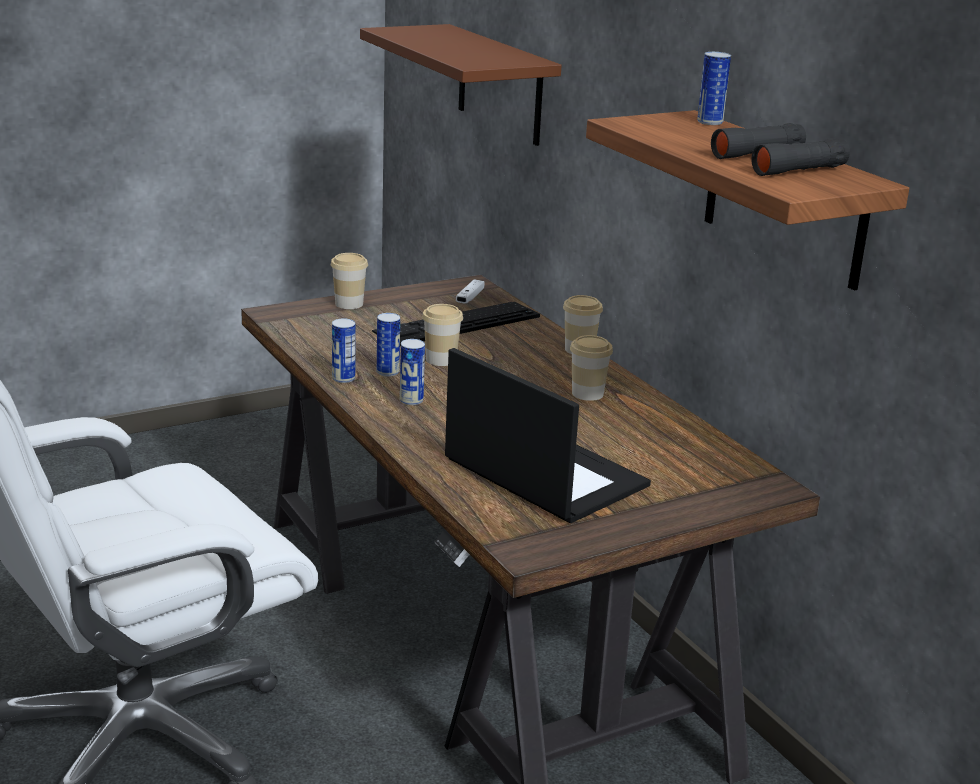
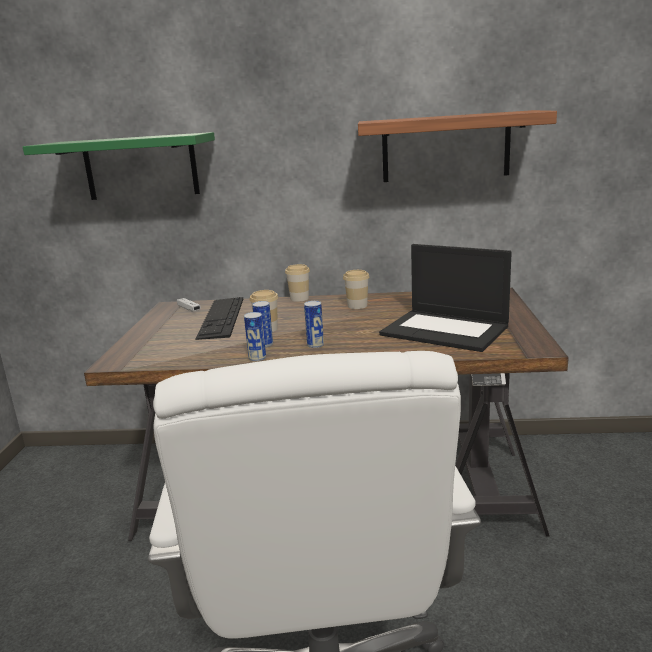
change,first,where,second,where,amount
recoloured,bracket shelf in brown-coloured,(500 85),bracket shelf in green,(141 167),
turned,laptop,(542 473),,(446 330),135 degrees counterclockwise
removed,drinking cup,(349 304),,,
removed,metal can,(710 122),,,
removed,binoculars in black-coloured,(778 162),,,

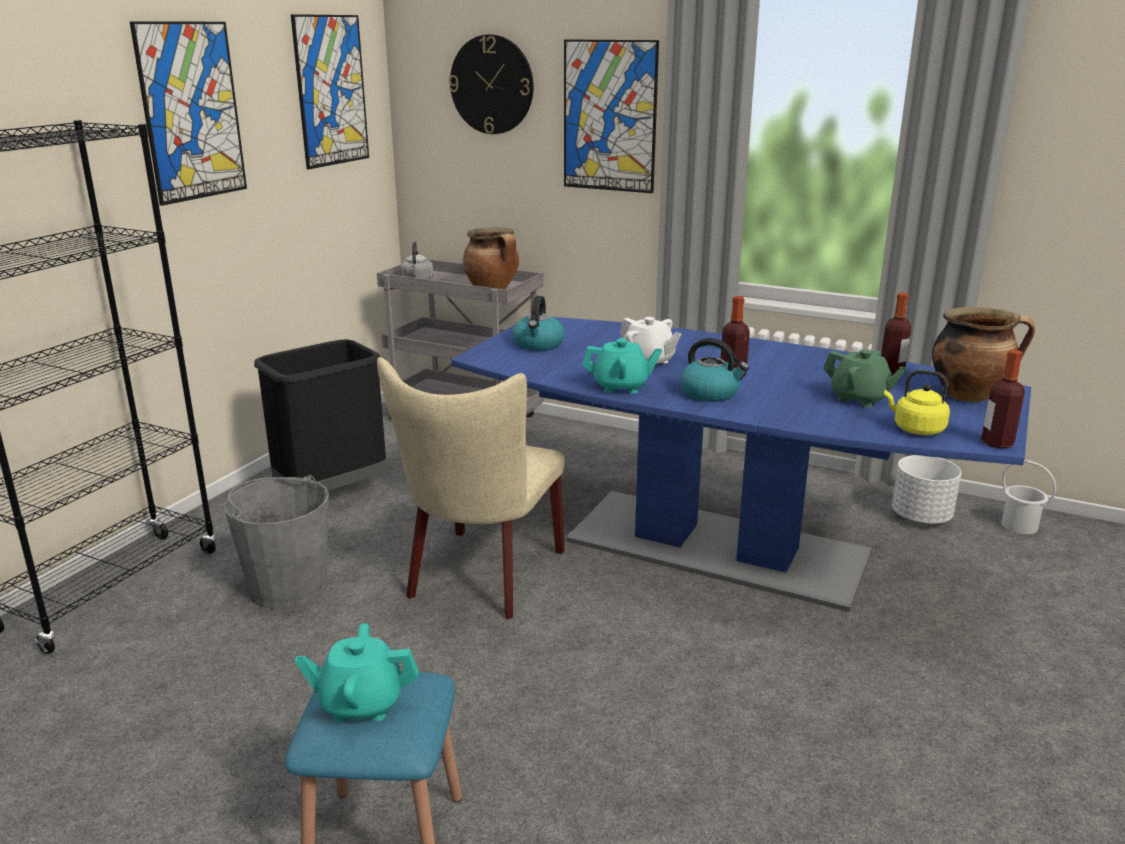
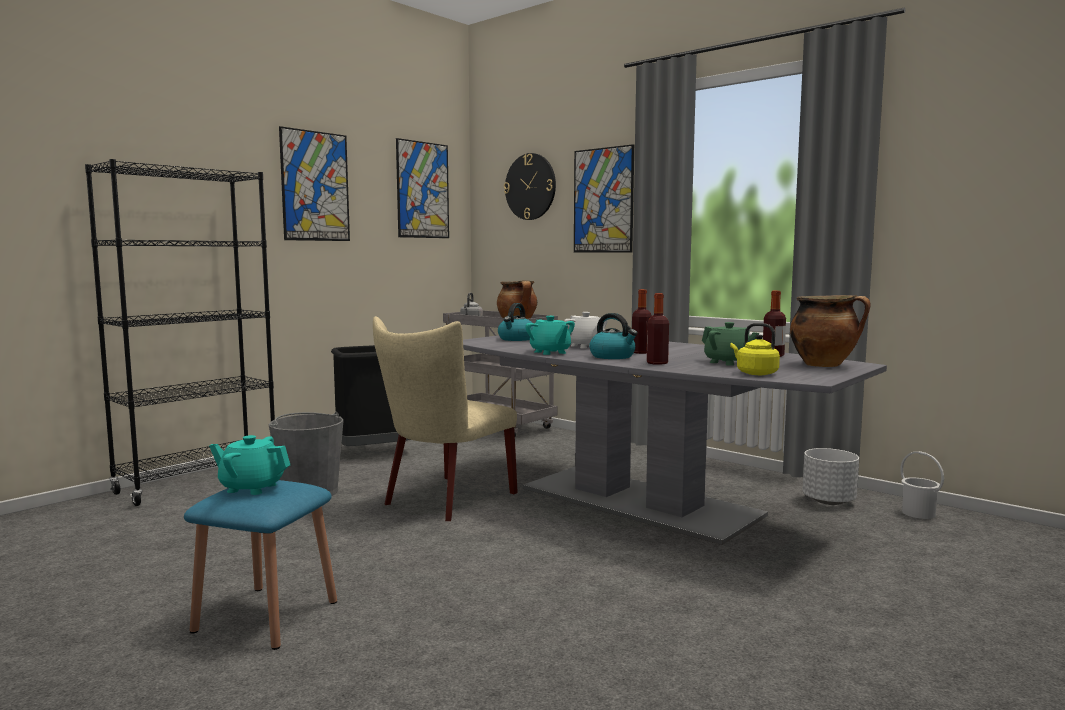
change,first,where,second,where,amount
recoloured,kitchen table in blue,(715 546),kitchen table in grey,(637 501),
turned,teapot in turquoise-coloured,(621 387),,(550 352),45 degrees clockwise
moved,beverage bottle,(997 443),,(657 363),

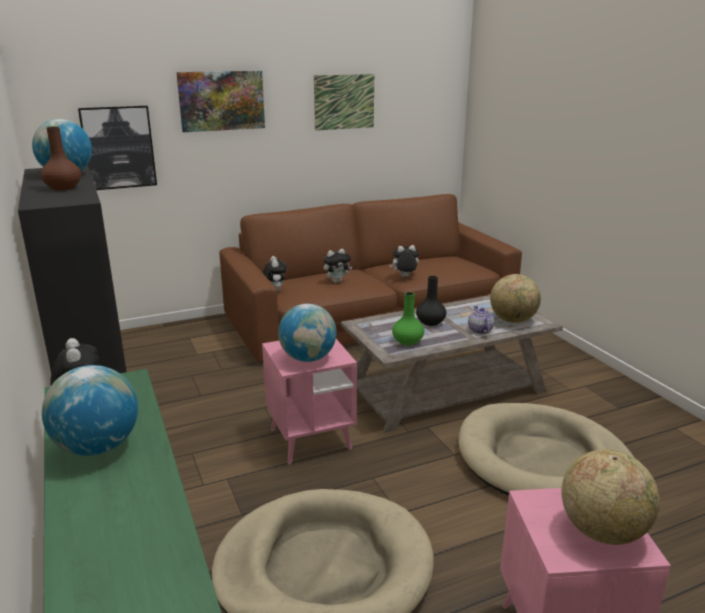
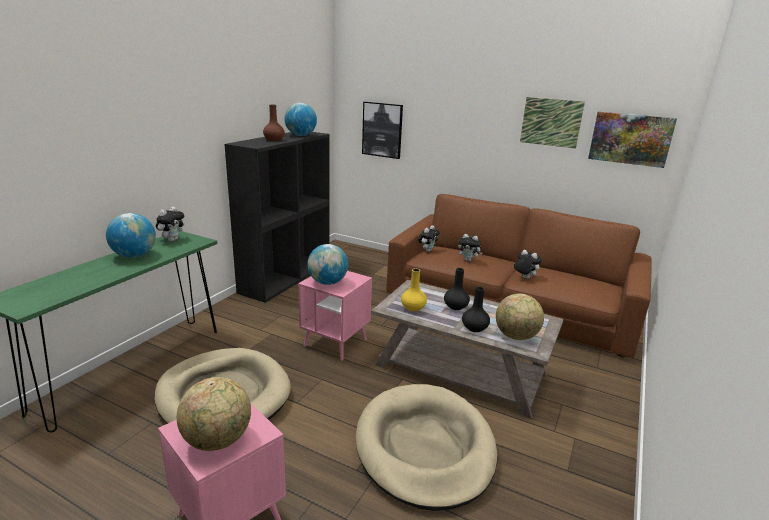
change,first,where,second,where,amount
recoloured,vase in green,(408 341),vase in yellow-coloured,(413 308),
replaced,teapot,(480 330),vase in black-coloured,(474 328),
moved,picture,(221 100),,(630 139),

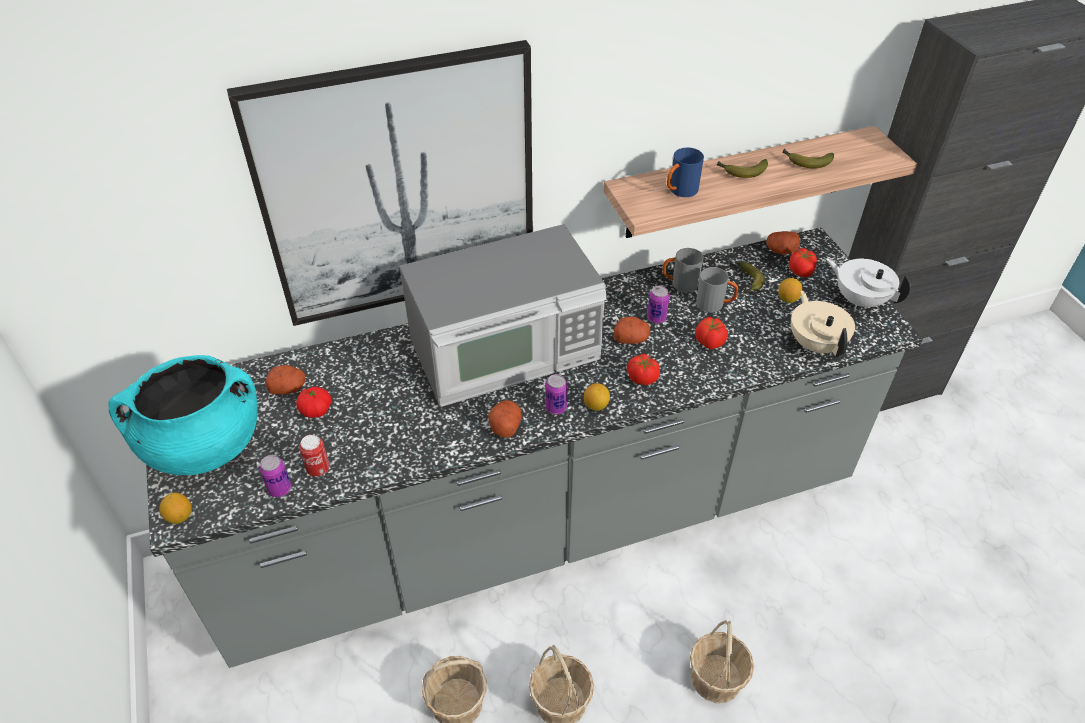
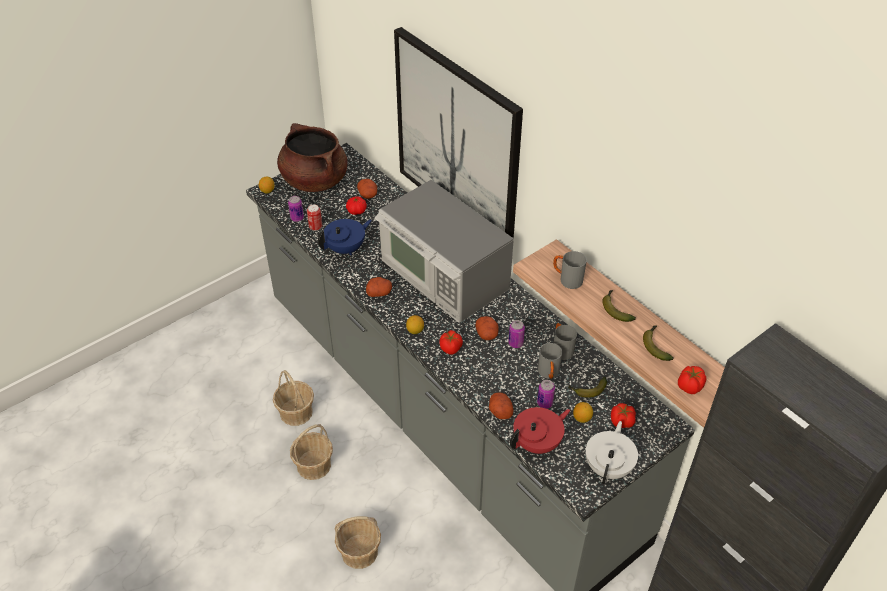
change,first,where,second,where,amount
recoloured,cooking pot in turquoise-coloured,(204 446),cooking pot in brown-coloured,(314 180),
added,,,teapot in blue,(346 248),
moved,whole potato,(780 250),,(500 411),
recoloured,teapot in sand-coloured,(815 344),teapot in red,(538 443),
moved,metal can,(556 408),,(544 403),
recoloured,coffee mug in blue,(679 192),coffee mug in grey,(567 279),
moved,whole tomato,(709 342),,(689 387),

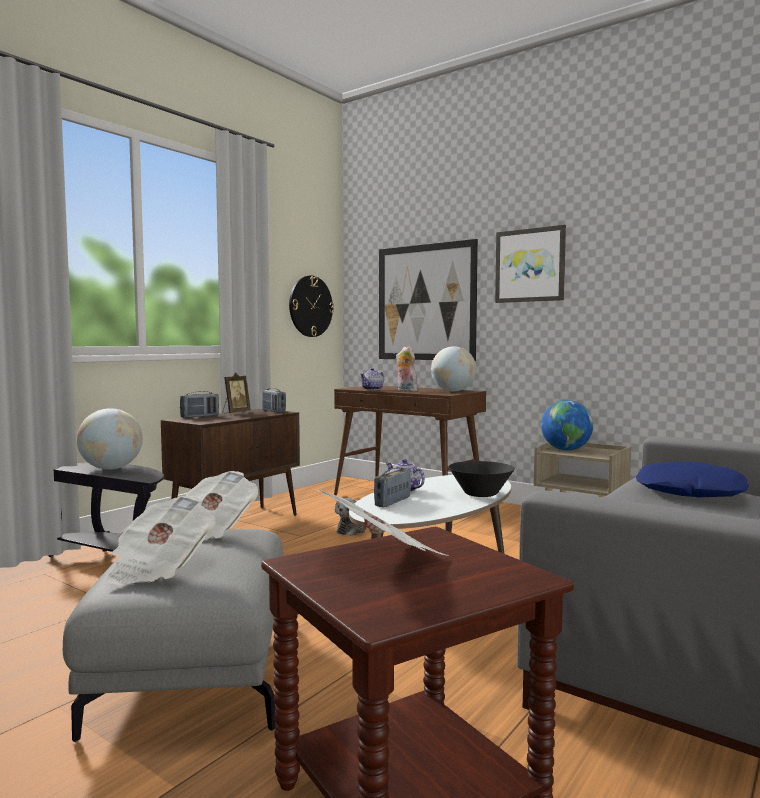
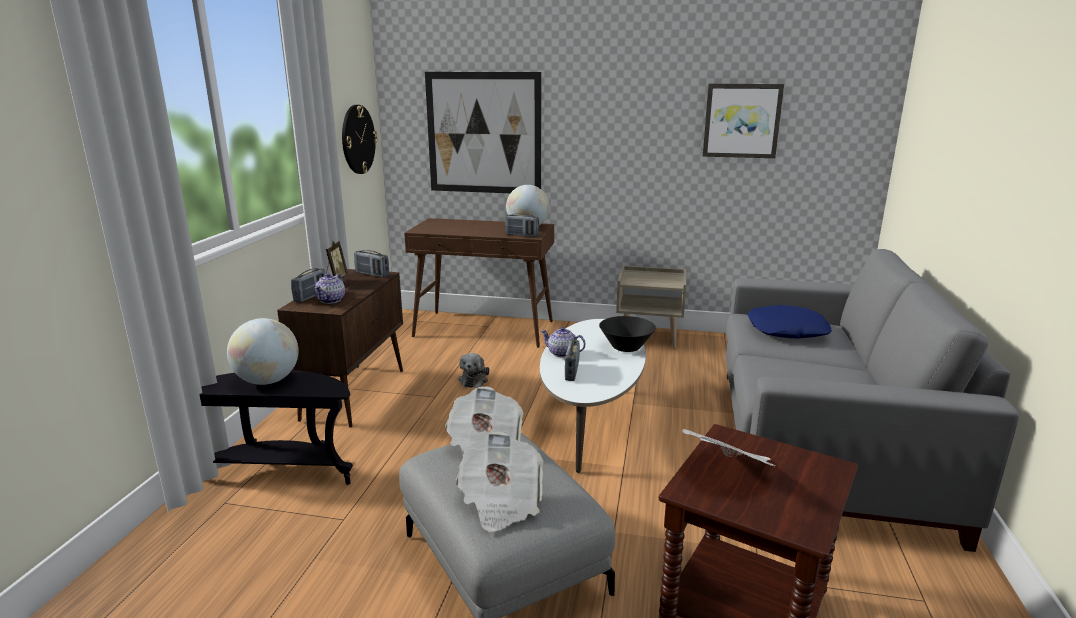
change,first,where,second,where,amount
moved,teapot,(372 389),,(331 300),
added,,,radio receiver,(522 235),
moved,picture,(530 265),,(741 121),
removed,plush toy,(405 391),,,
removed,desk globe,(566 450),,,

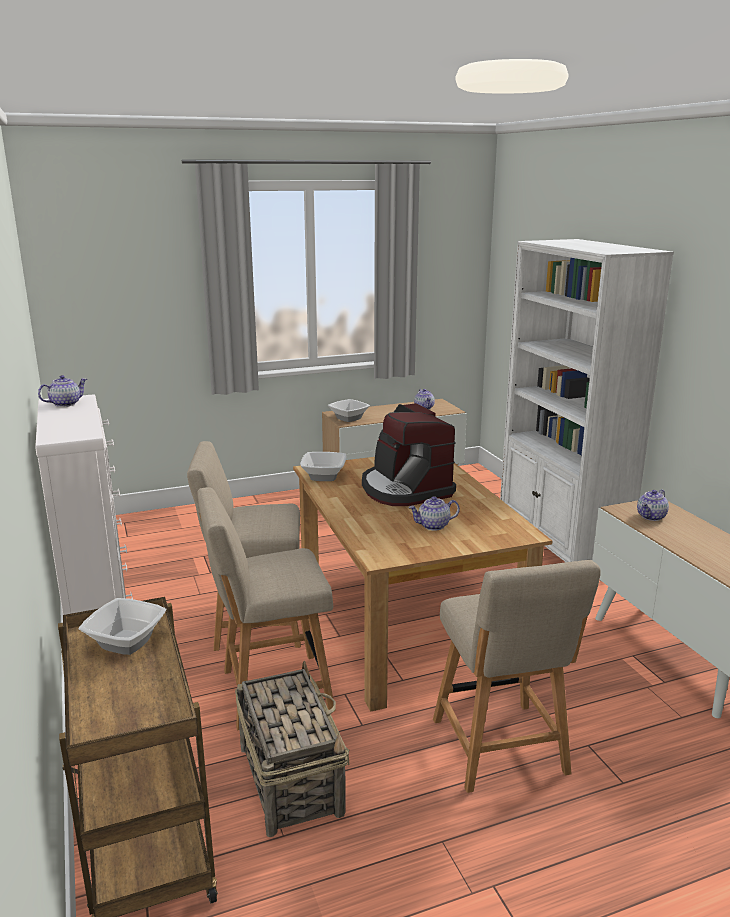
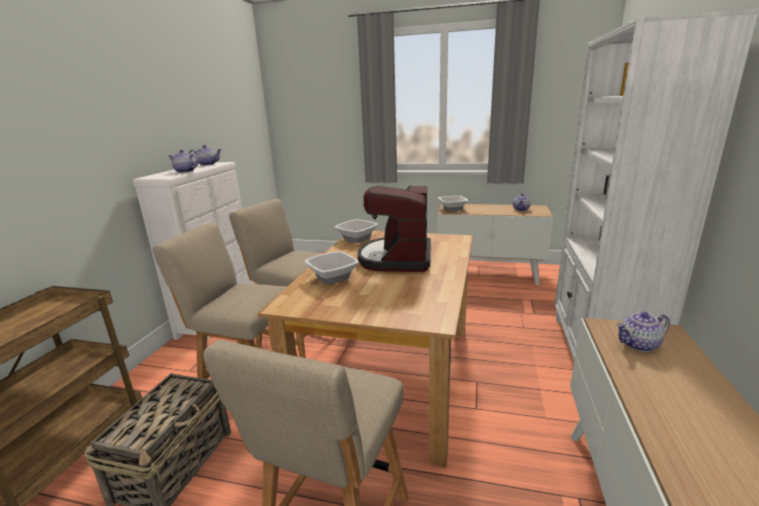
change,first,where,second,where,amount
moved,teapot,(433 526),,(185 171),
moved,serving bowl,(125 642),,(332 278),

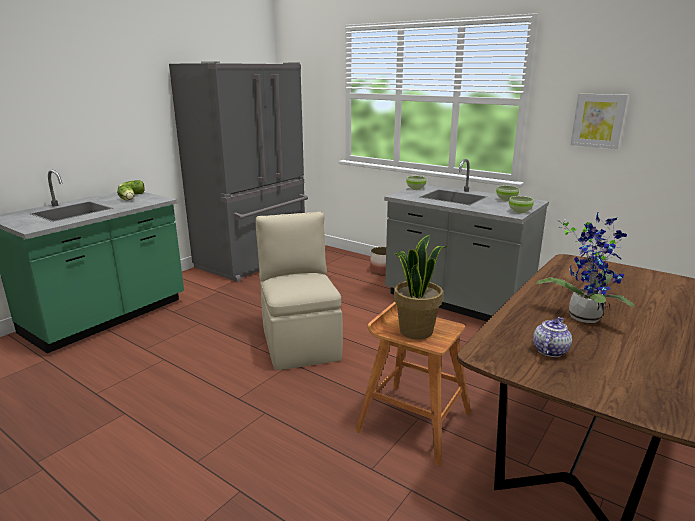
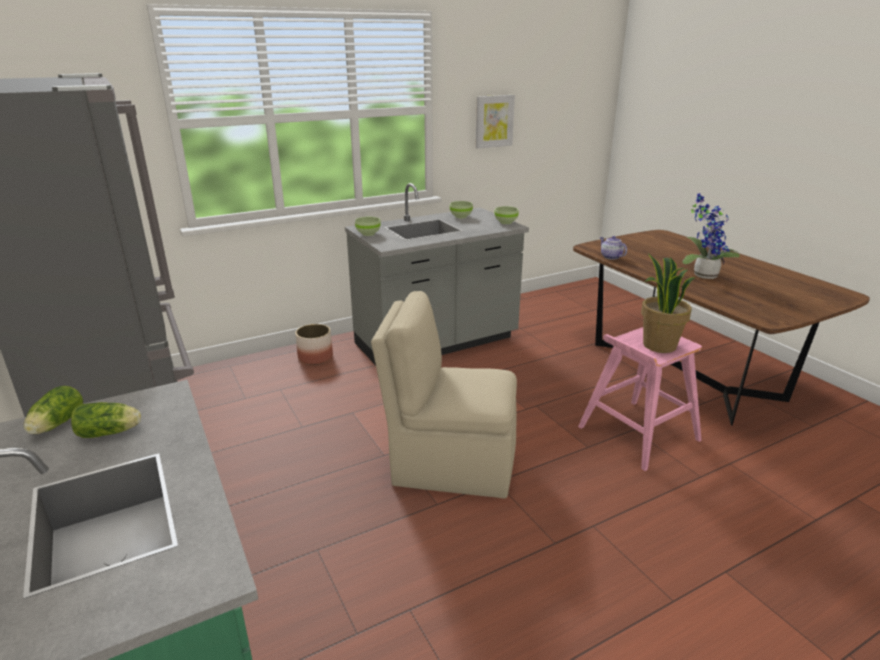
change,first,where,second,where,amount
recoloured,stool in brown-coloured,(413 421),stool in pink-coloured,(637 433),
moved,teapot,(550 350),,(610 257),

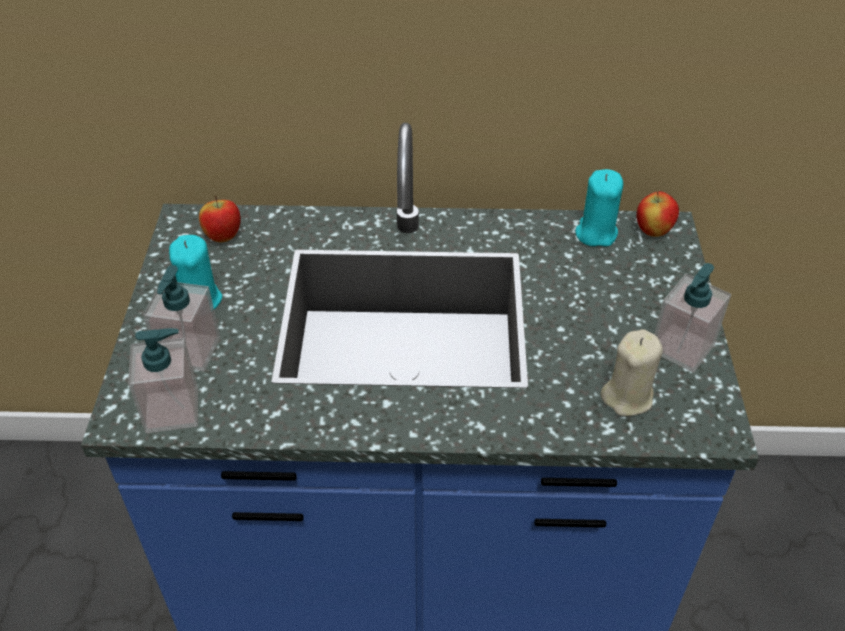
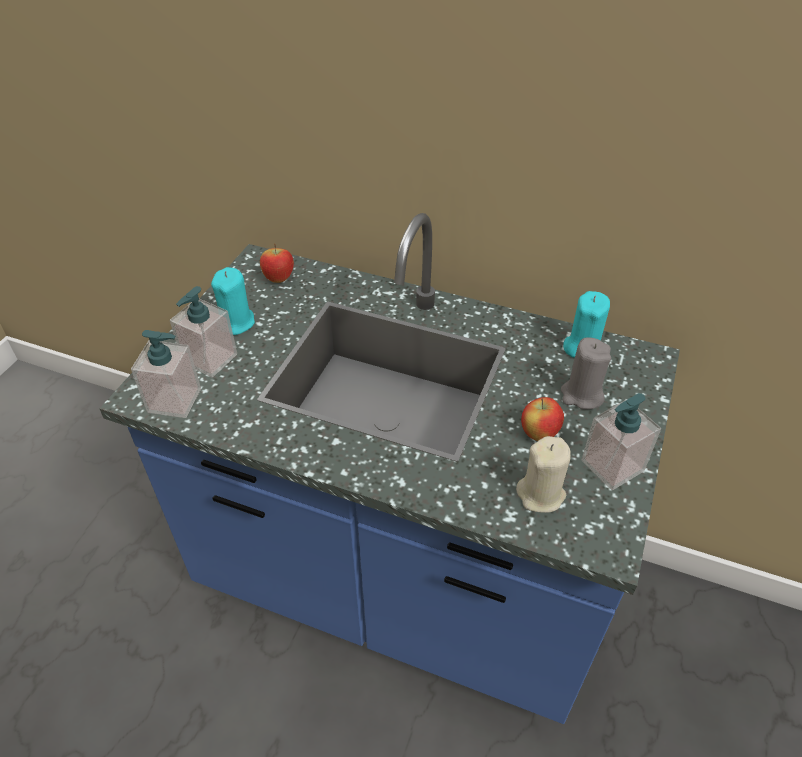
change,first,where,second,where,amount
moved,whole apple,(653 231),,(539 434),
added,,,wax light in grey,(581 395),

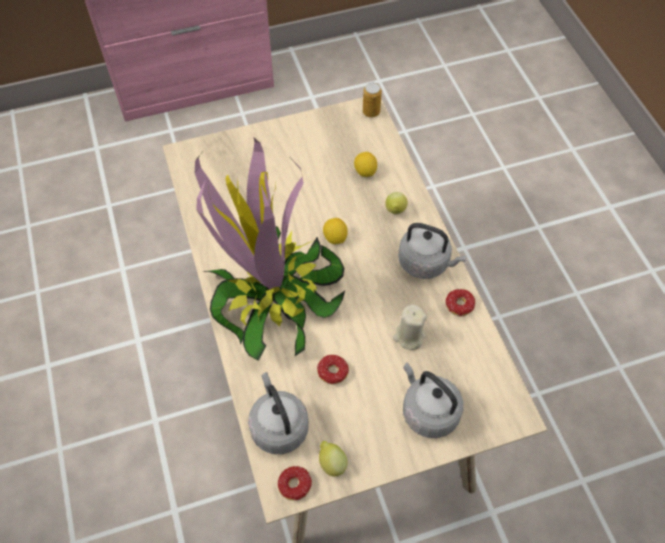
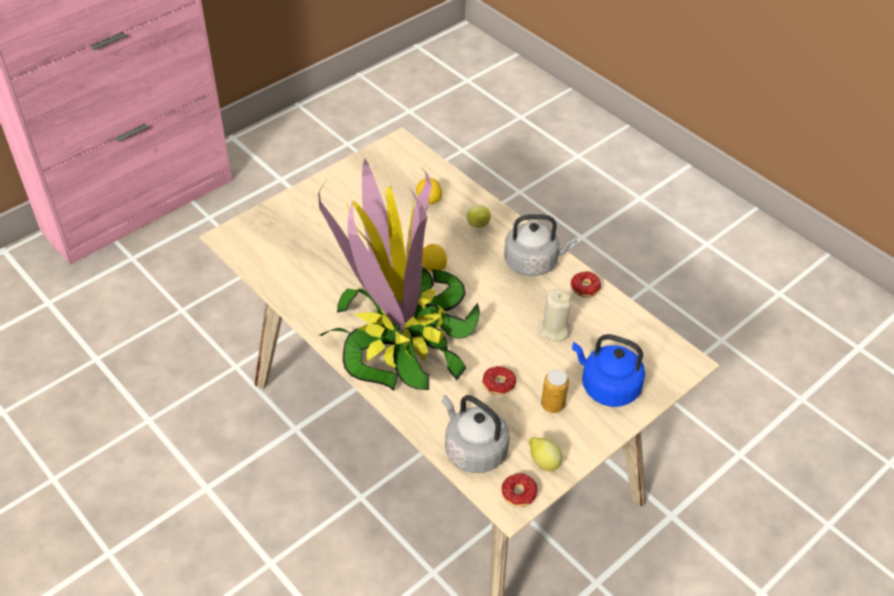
change,first,where,second,where,amount
moved,metal can,(371 112),,(552 405),
recoloured,water kettle in grey,(428 411),water kettle in blue,(606 386),

